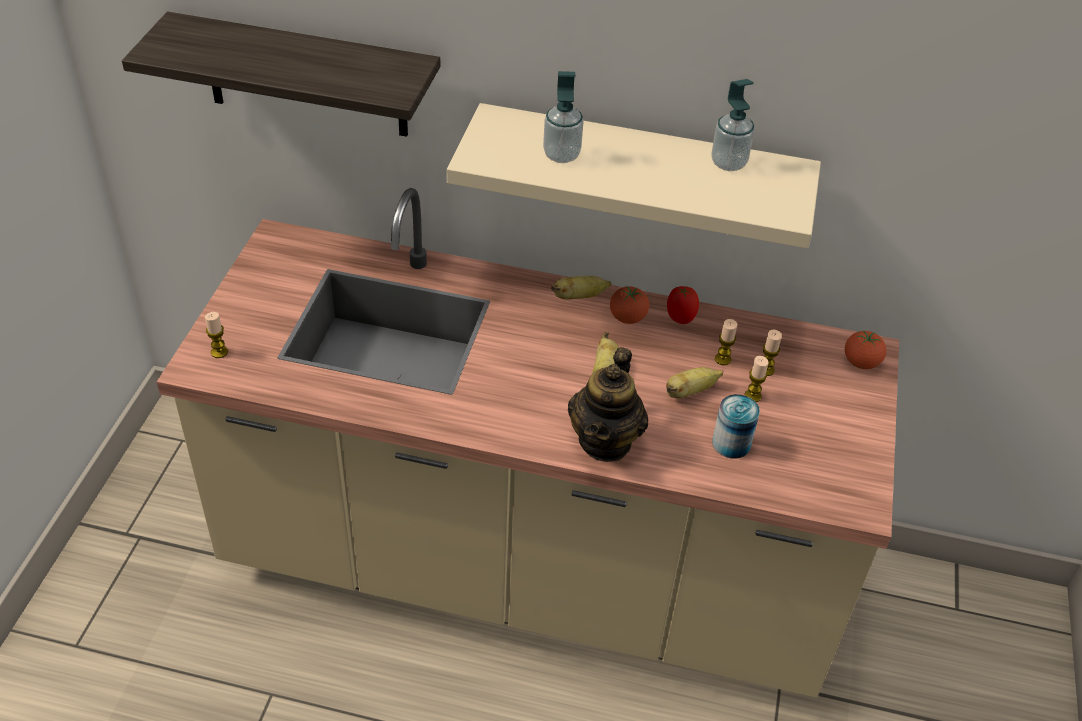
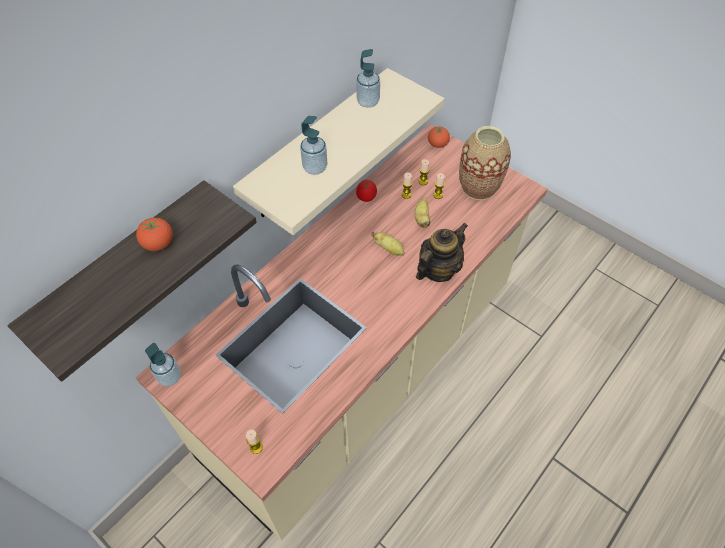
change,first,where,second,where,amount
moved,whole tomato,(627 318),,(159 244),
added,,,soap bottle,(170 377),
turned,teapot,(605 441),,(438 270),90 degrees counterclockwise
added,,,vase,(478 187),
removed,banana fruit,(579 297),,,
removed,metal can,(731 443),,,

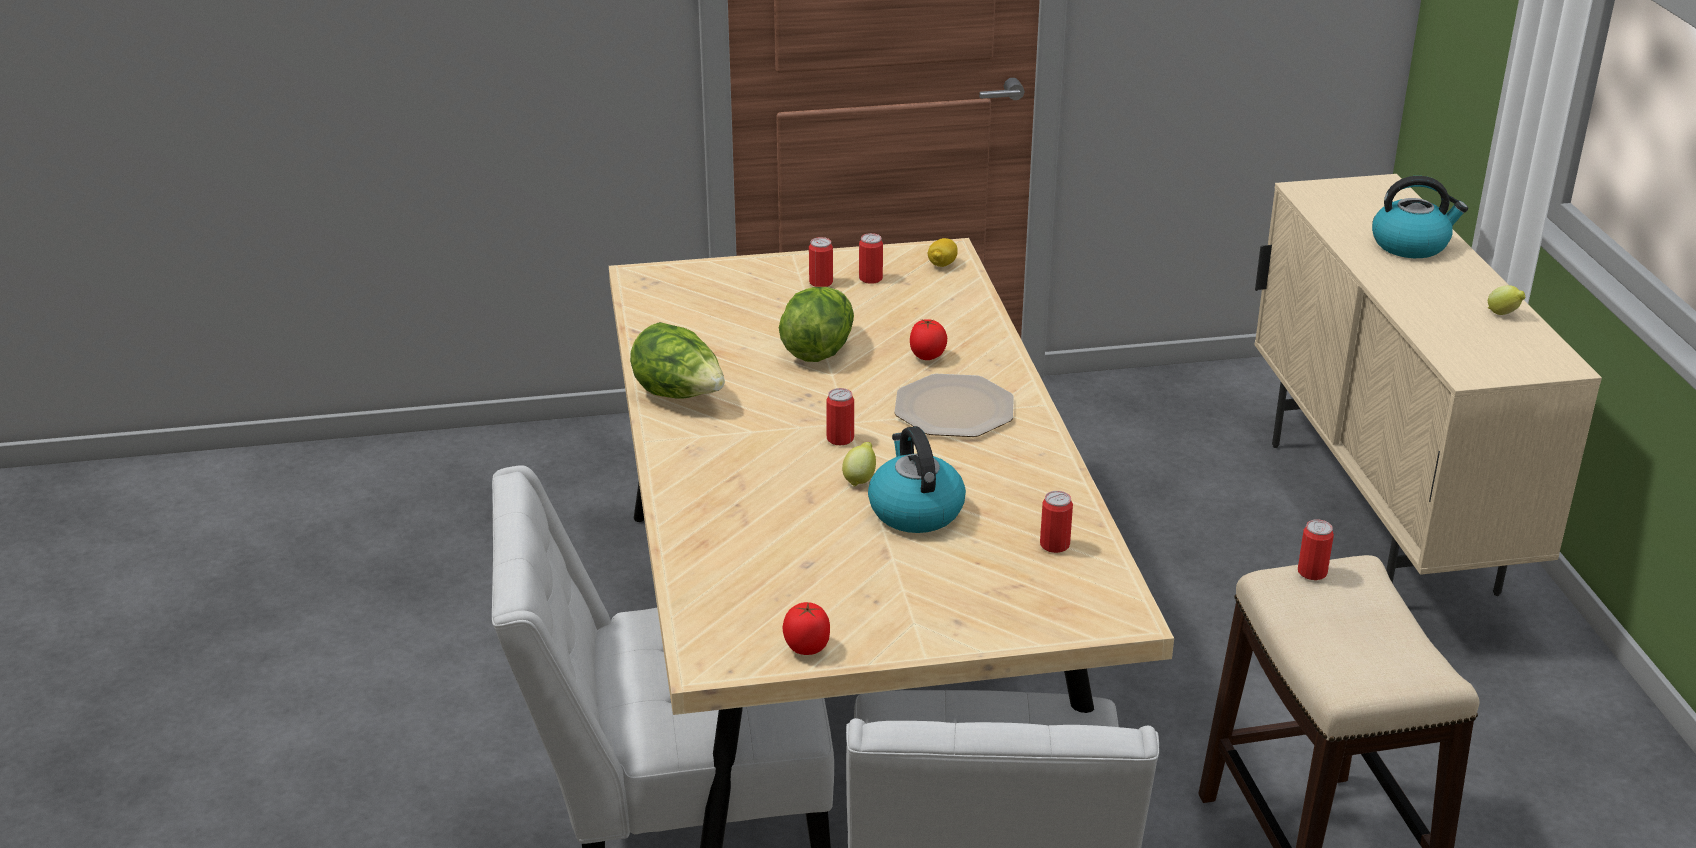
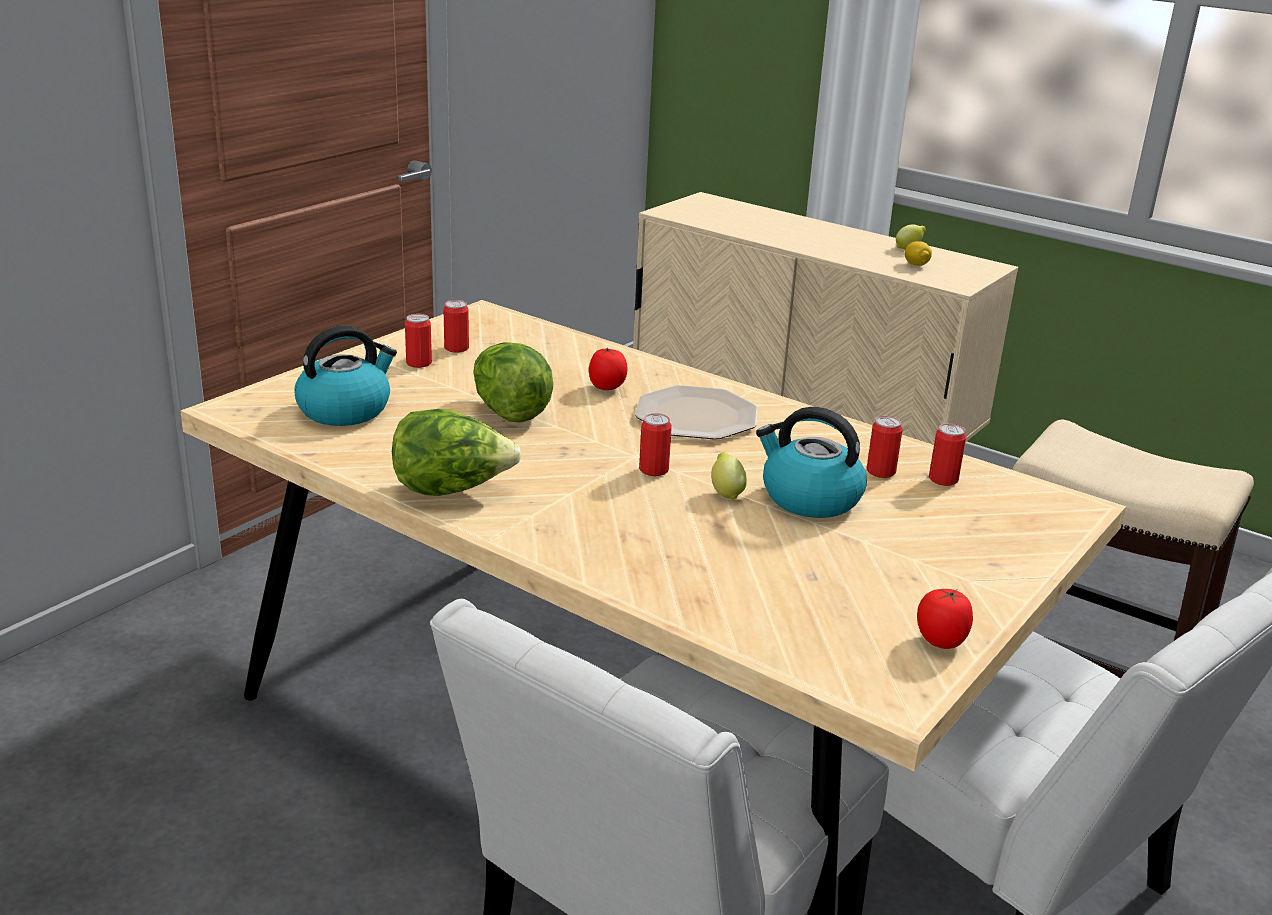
change,first,where,second,where,amount
moved,water kettle,(1411 245),,(345 410),
moved,metal can,(1312 572),,(880 471),
moved,whole lemon,(942 264),,(916 265),

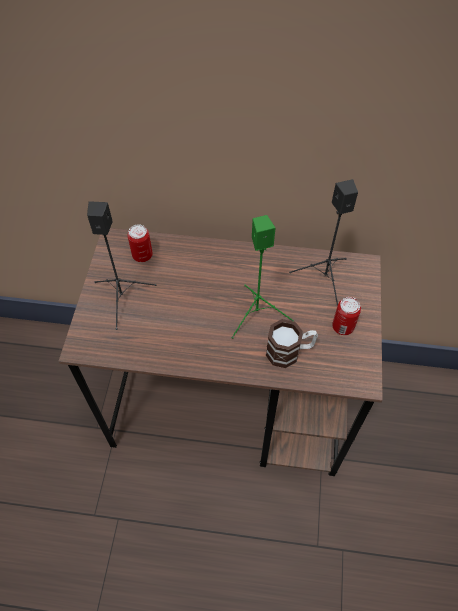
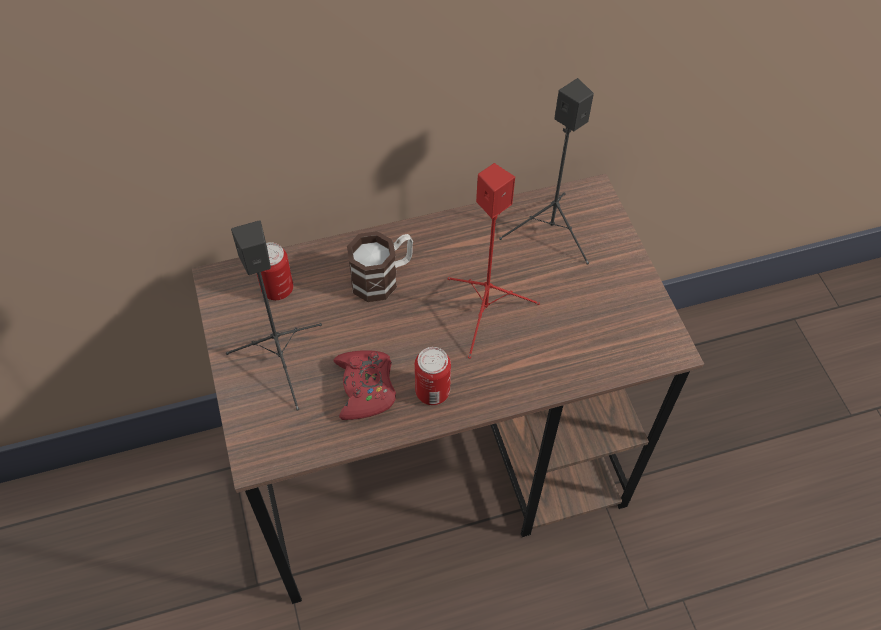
change,first,where,second,where,amount
added,,,joypad in red,(365 388),
moved,coffee mug,(289 352),,(383 277),
moved,metal can,(343 327),,(432 392),
recoloured,loudspeaker in green,(257 314),loudspeaker in red,(486 312),

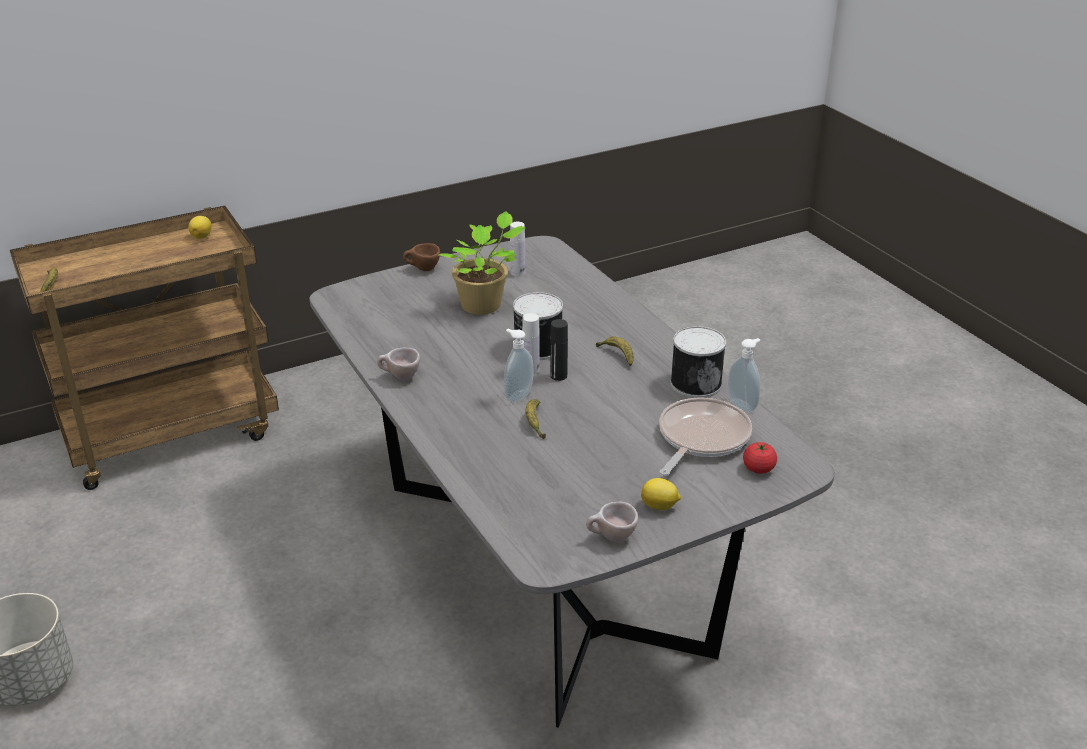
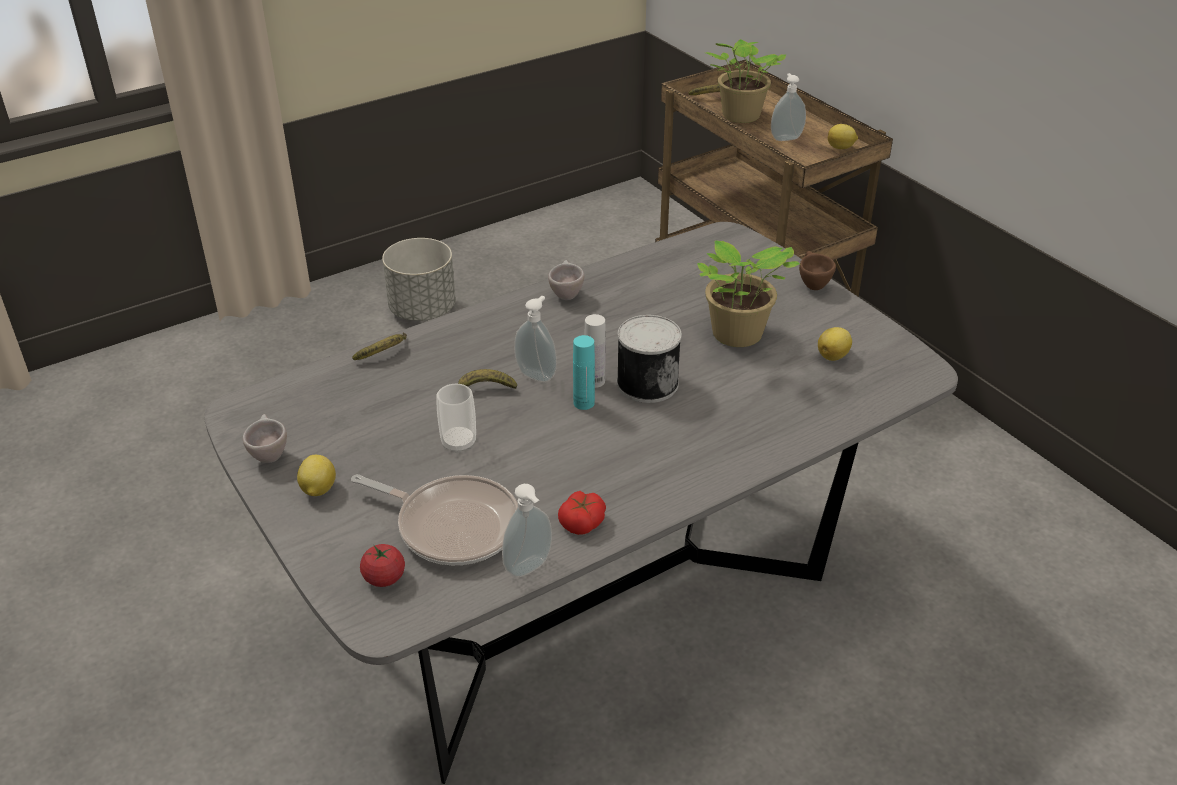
change,first,where,second,where,amount
moved,banana fruit,(617 355),,(384 353),
added,,,drinking cup,(458 443),
replaced,metal can,(695 382),whole tomato,(582 522),
recoloured,beverage bottle in black-coloured,(558 376),beverage bottle in turquoise-coloured,(584 403),
added,,,houseplant,(739 116),
added,,,soap bottle,(785 138),
replaced,beverage bottle in white,(518 272),whole lemon,(833 356),

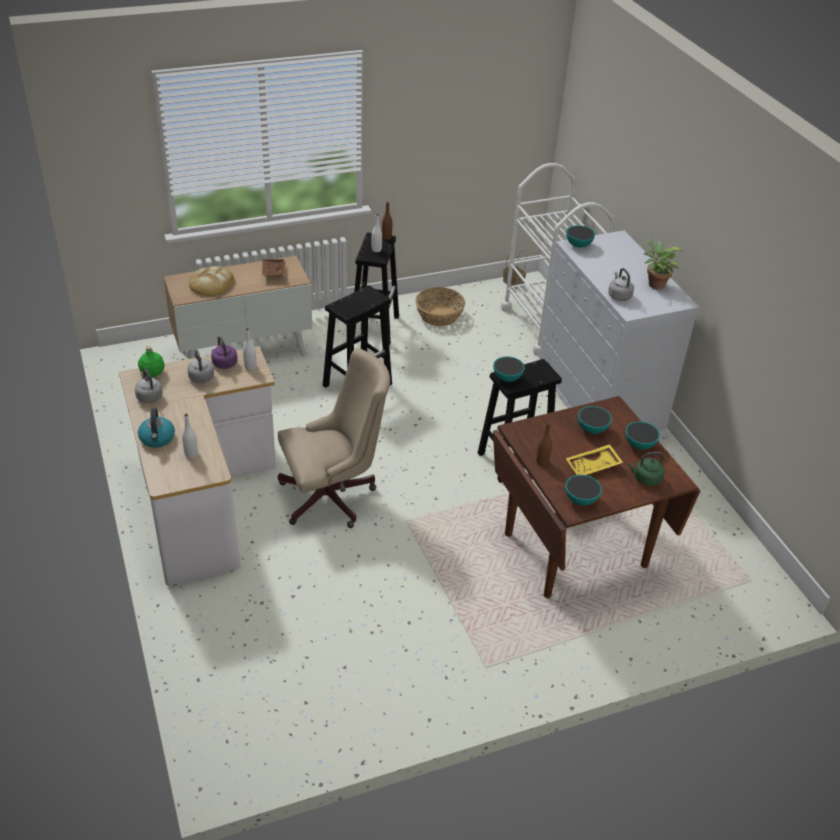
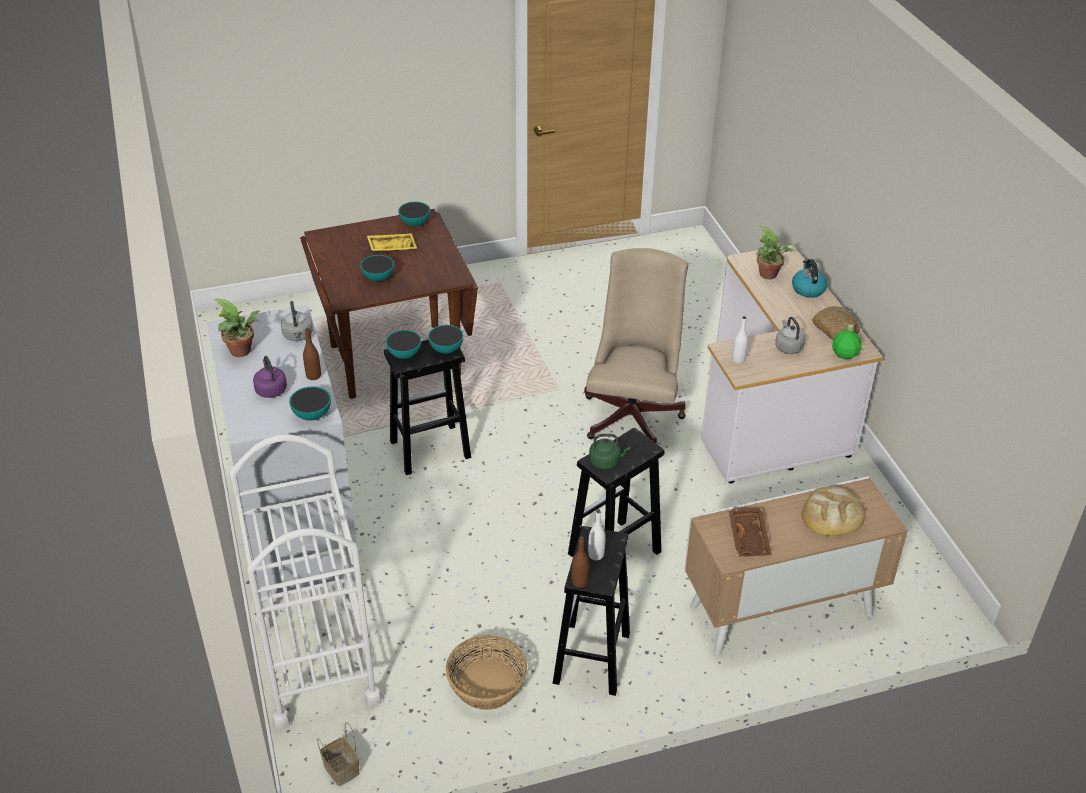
change,first,where,second,where,amount
moved,water kettle in purple-coloured,(225 364),,(270 389),
moved,beverage bottle in brown-coloured,(542 462),,(313 376),
moved,serving bowl,(639 445),,(404 354),
turned,desk chair in sand-coloured,(333 496),,(634 413),120 degrees clockwise
moved,water kettle in green,(645 479),,(606 462),
replaced,beverage bottle in white,(191 454),houseplant,(770 275),
replaced,water kettle in grey,(149 396),bakery bread,(836 328),

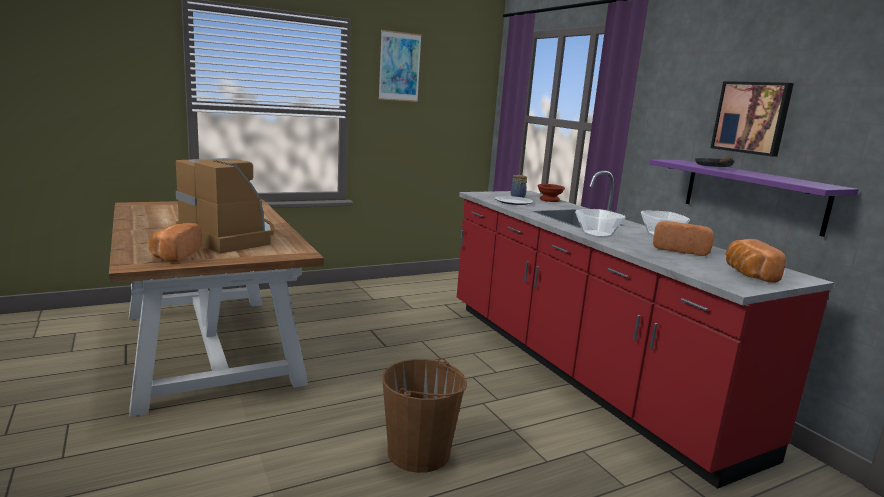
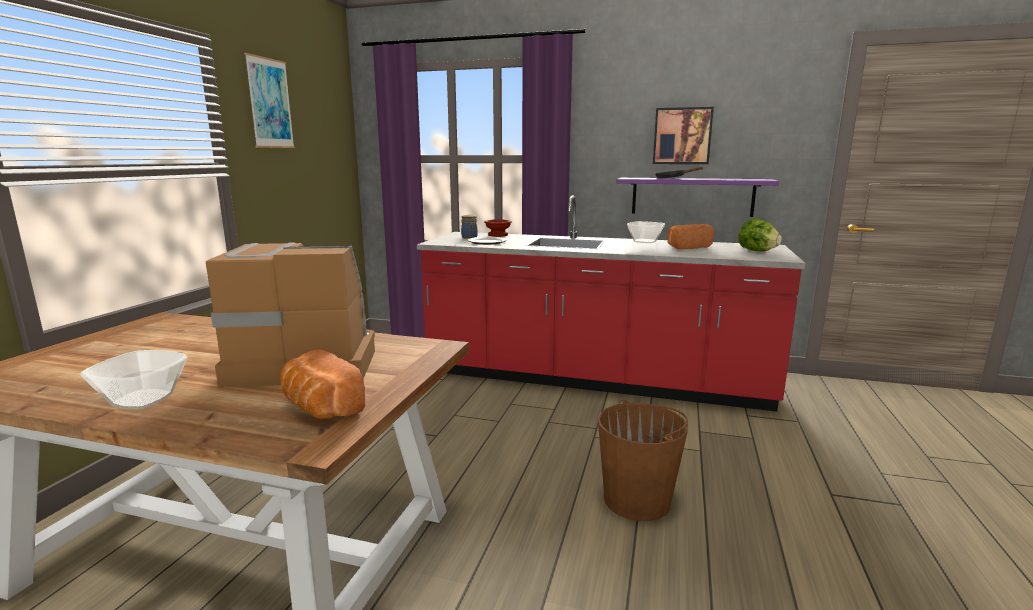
change,first,where,second,where,amount
moved,serving bowl,(597 234),,(143 400),
replaced,bakery bread,(747 274),lettuce head,(756 251),

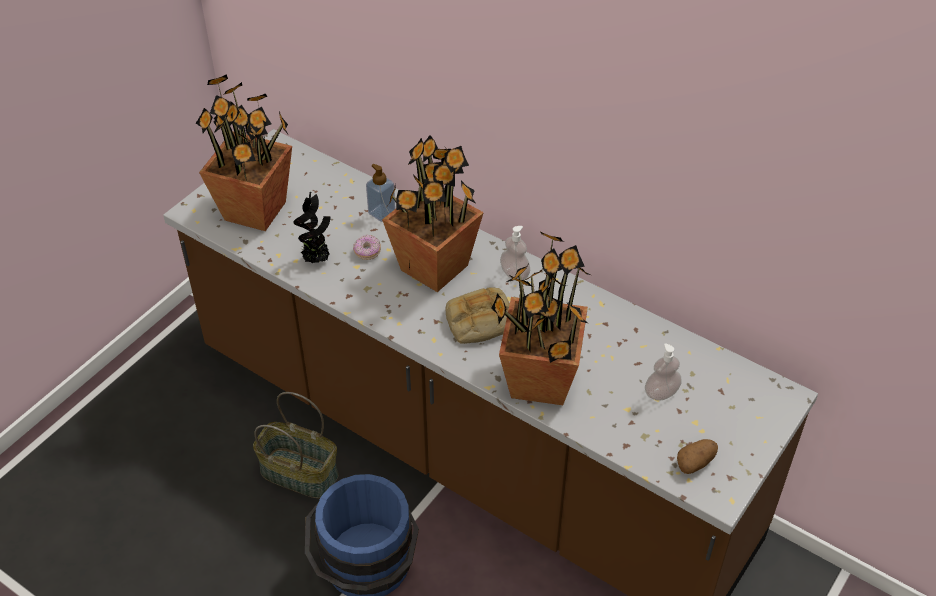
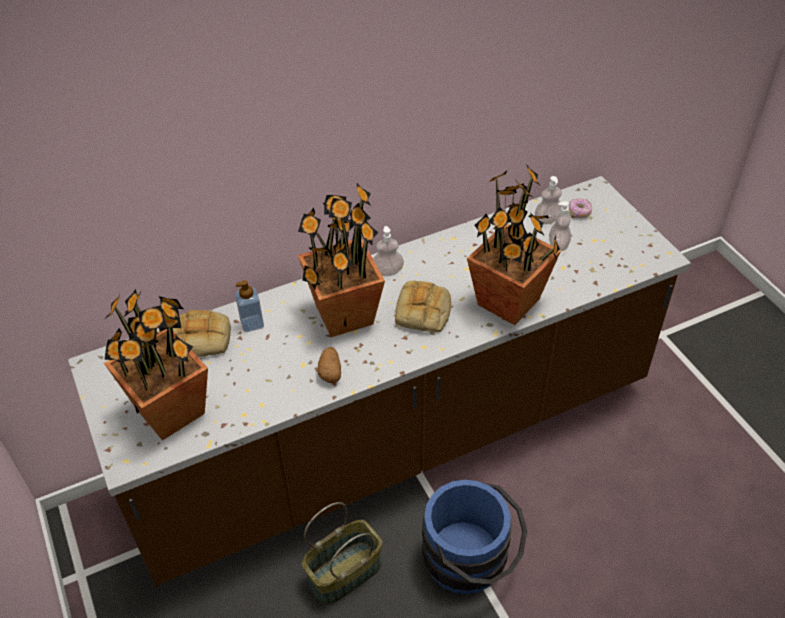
change,first,where,second,where,amount
added,,,bakery bread,(202 337),
moved,whole potato,(695 463),,(330 372),
added,,,soap bottle,(547 219),
moved,doughnut,(367 252),,(579 212),
removed,houseplant,(317 260),,,

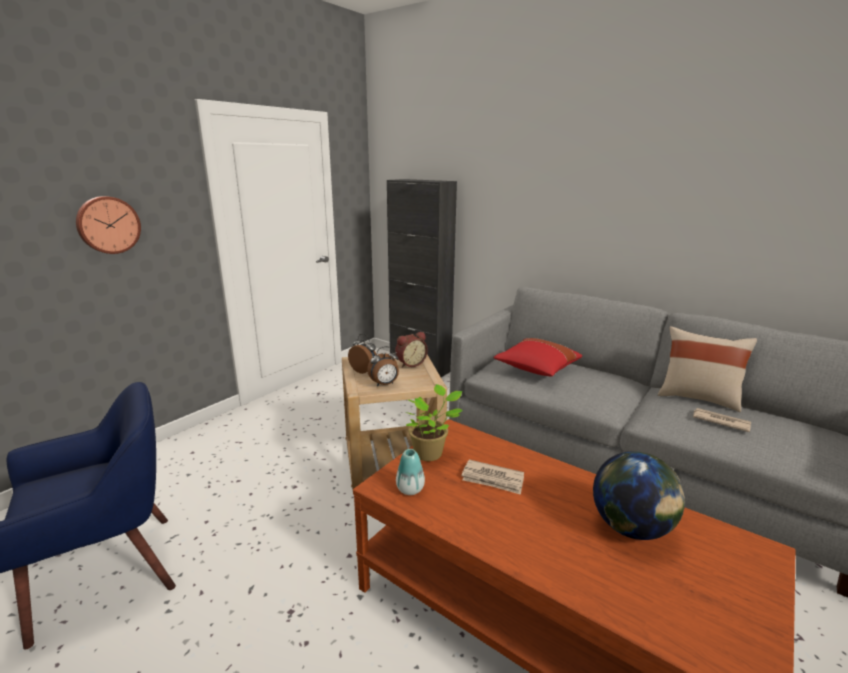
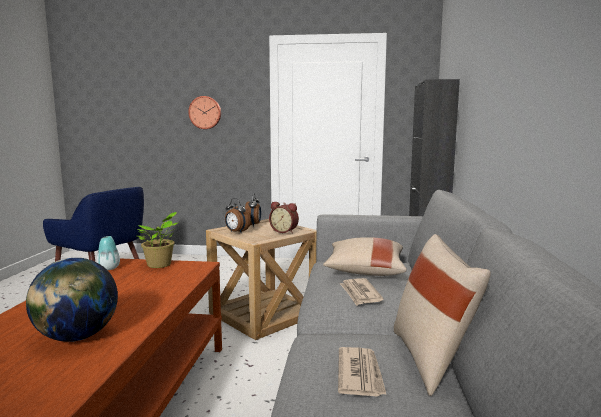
change,first,where,second,where,amount
recoloured,pillow in red,(536 369),pillow in sand-coloured,(365 271),
moved,newspaper,(493 479),,(360 294),

